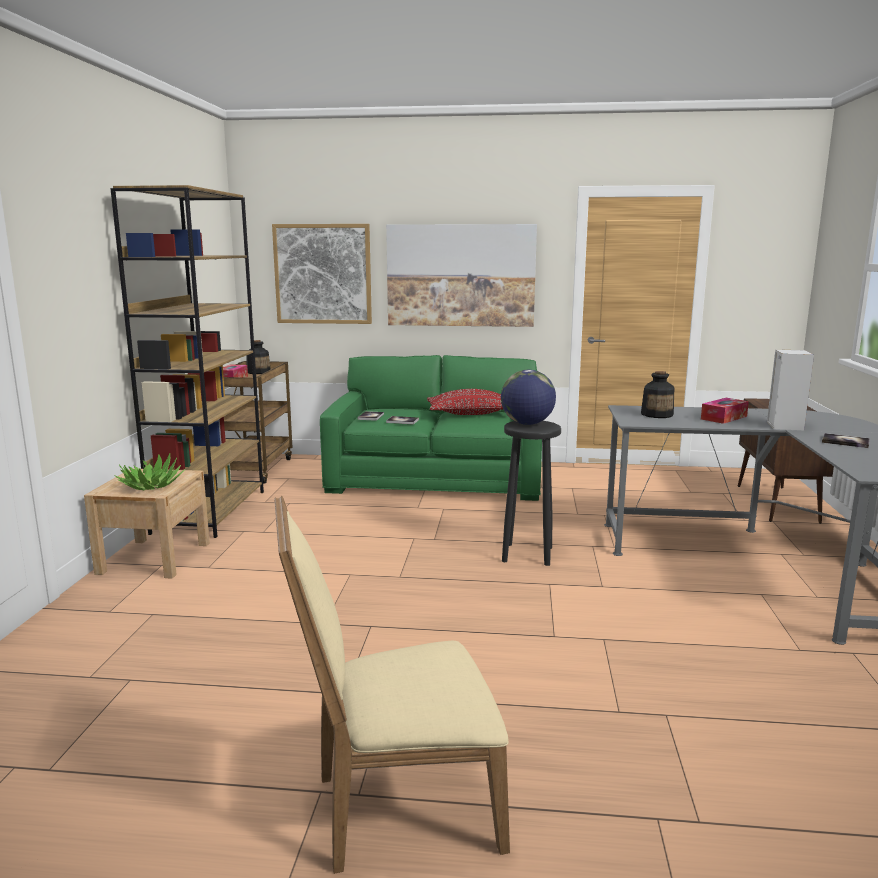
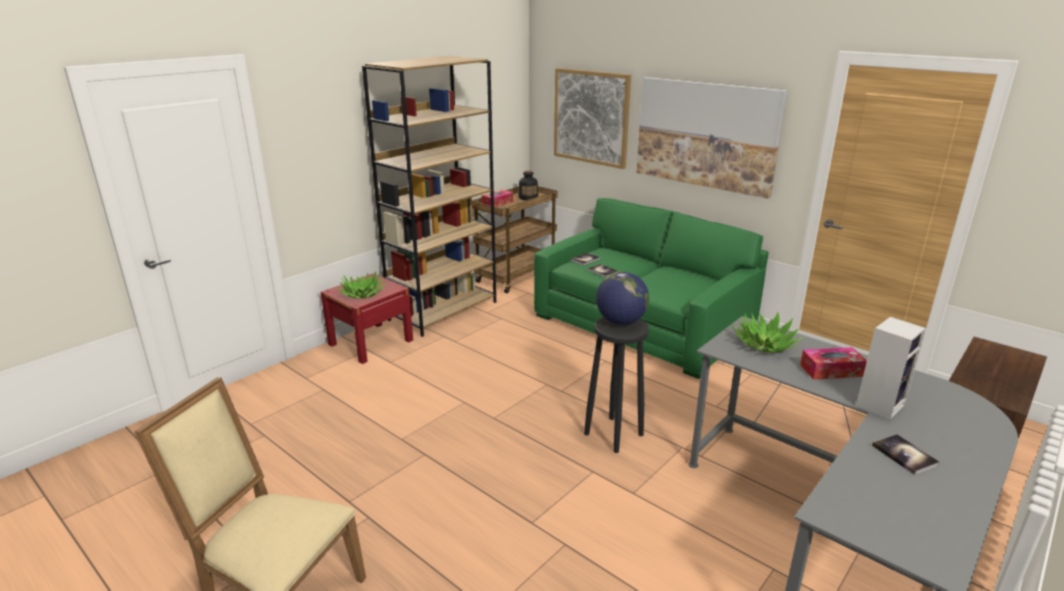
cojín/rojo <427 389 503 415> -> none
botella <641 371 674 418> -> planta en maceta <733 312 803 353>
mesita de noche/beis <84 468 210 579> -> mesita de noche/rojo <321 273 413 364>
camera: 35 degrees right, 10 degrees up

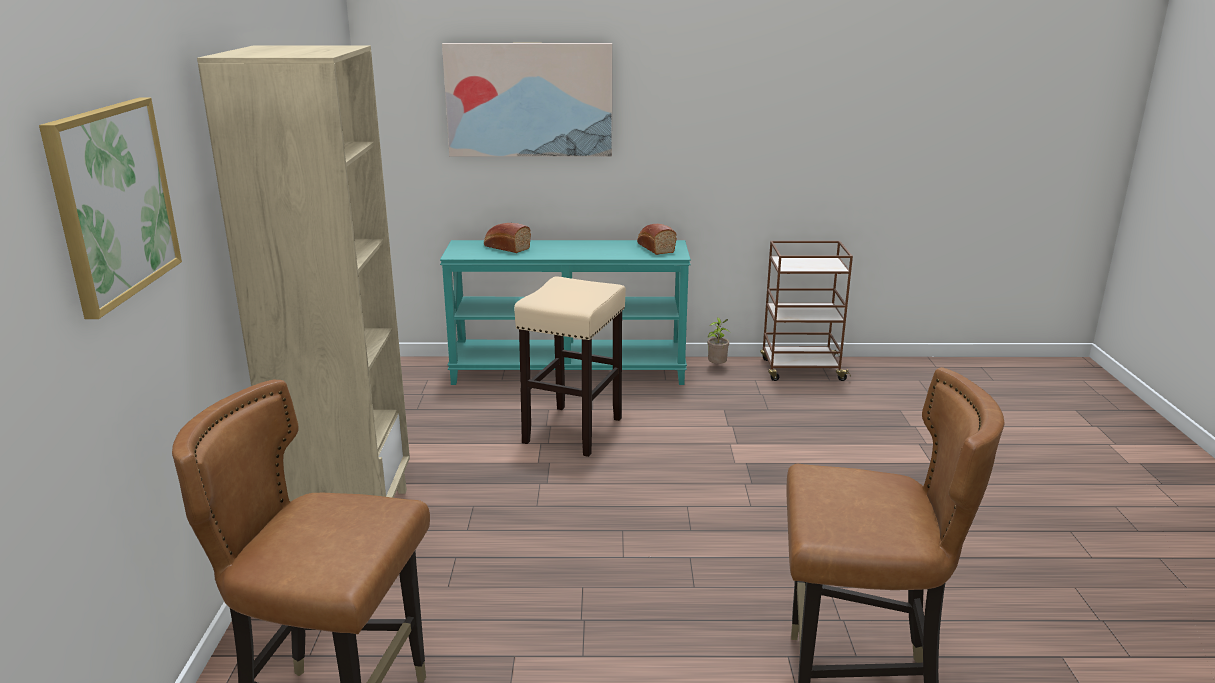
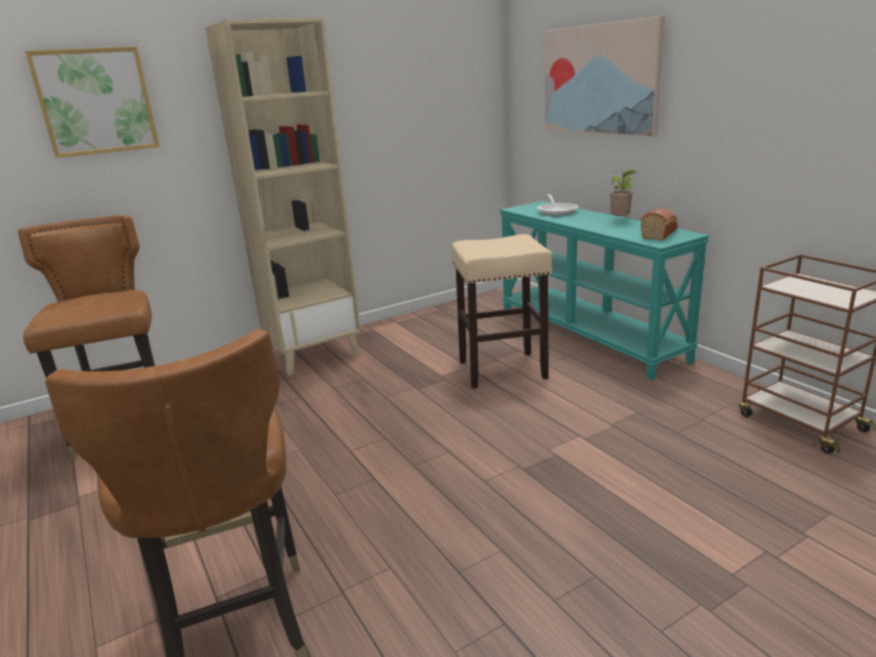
planta en maceta <708 317 730 364> -> planta en maceta <610 169 636 217>, move
pan <484 223 531 253> -> sartén <537 194 578 216>
camera: 60 degrees right, 0 degrees up

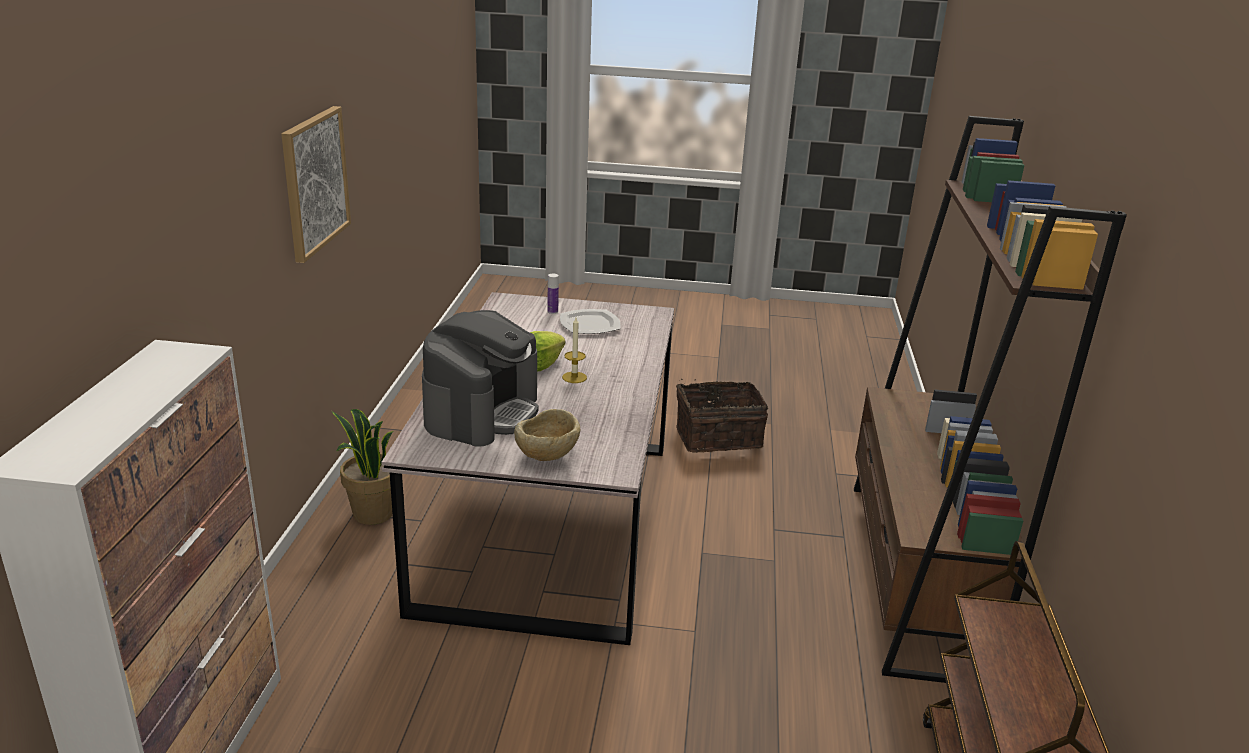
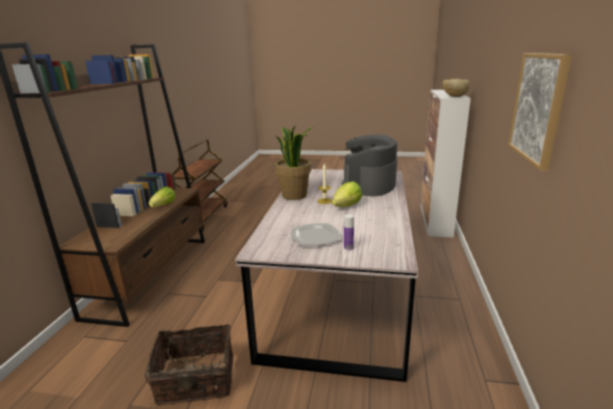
none -> lechuga <149 187 176 207>
planta en maceta <331 409 393 525> -> planta en maceta <275 125 314 200>, move
cuenco/beis <514 409 580 461> -> cuenco/beis <442 79 470 97>, move
camera: 175 degrees left, 5 degrees down

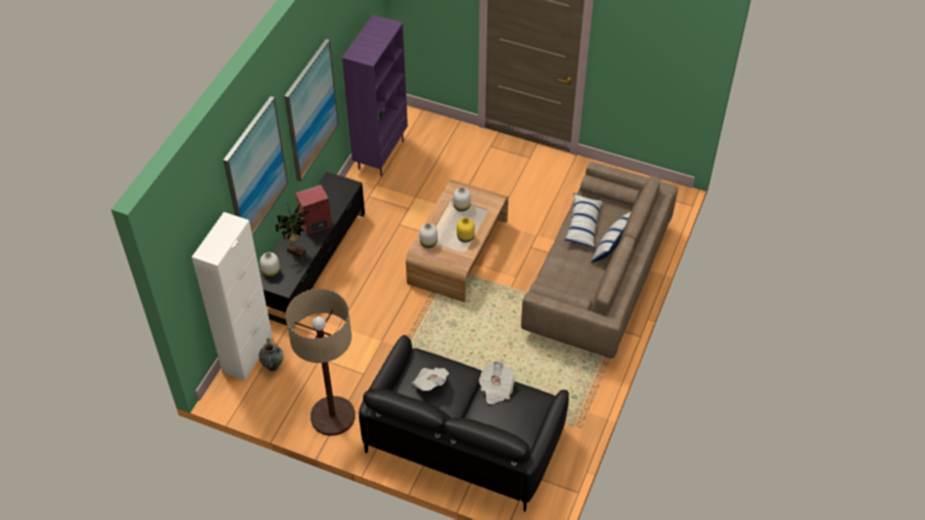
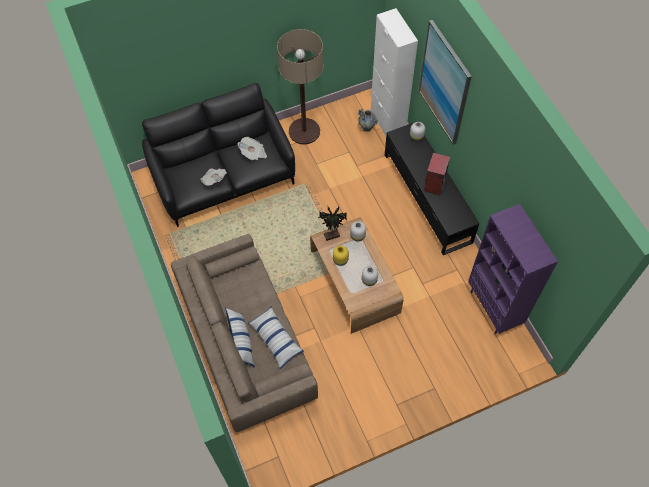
cuadro <284 39 339 181> -> none
planta en maceta <275 203 309 258> -> planta en maceta <318 206 347 241>, move
camera: 135 degrees right, 10 degrees up

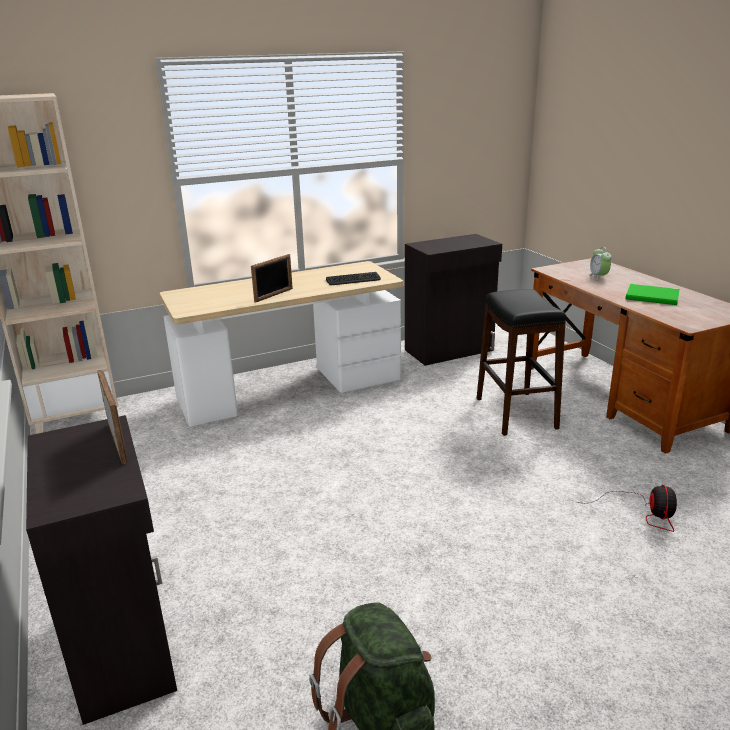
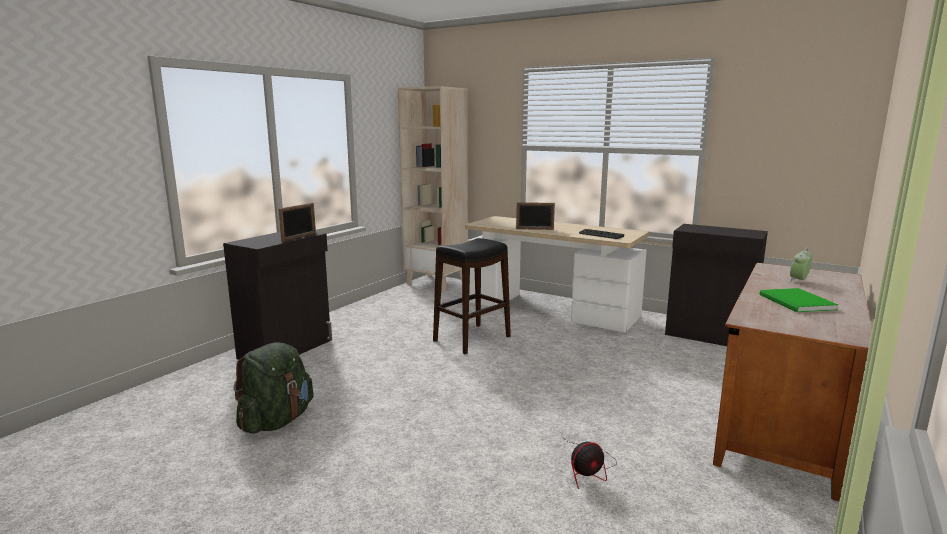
taburete/negro <477 289 566 436> -> taburete/negro <433 238 511 354>, move
camera: 55 degrees right, 10 degrees down

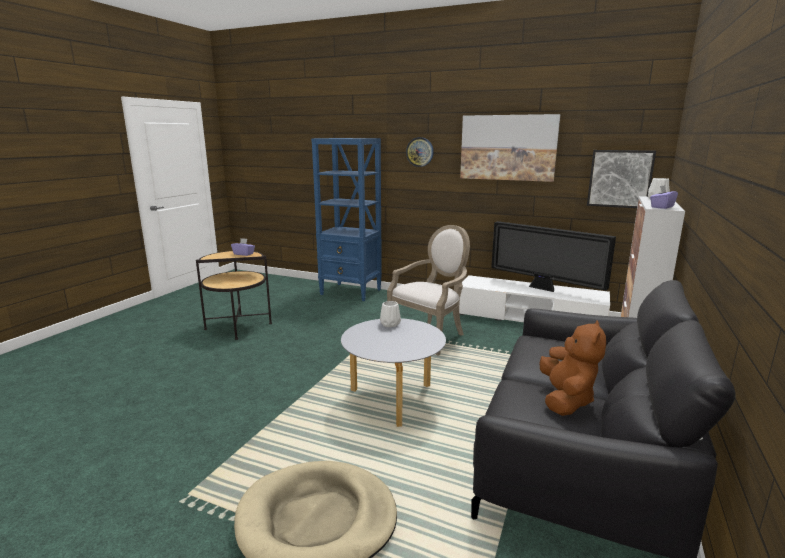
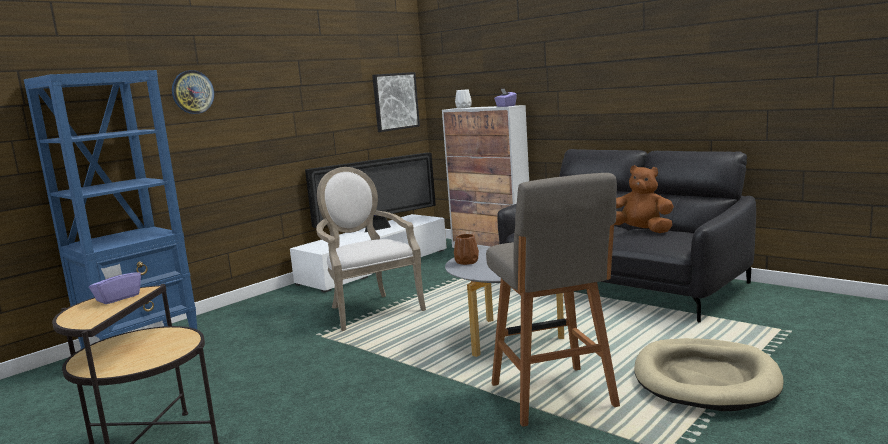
cuadro <460 114 560 182> -> none
none -> taburete/gris <486 173 620 427>
florero/blanco <380 301 401 327> -> florero/marrón <454 234 479 265>
camera: 70 degrees left, 5 degrees down

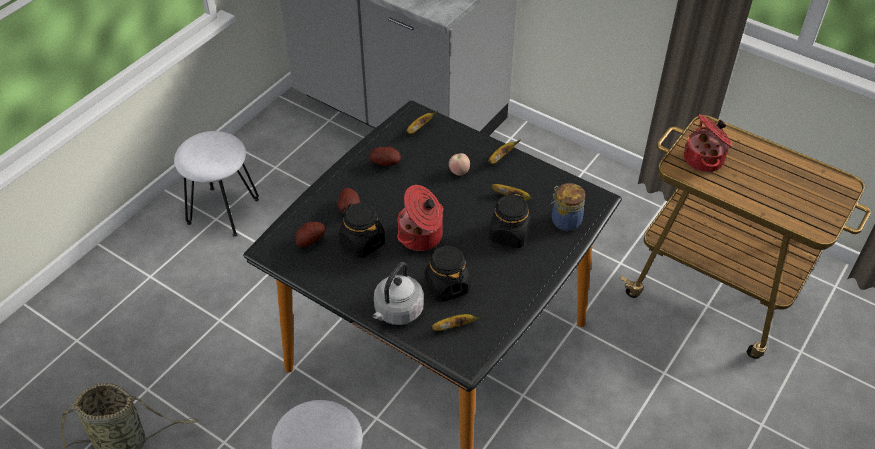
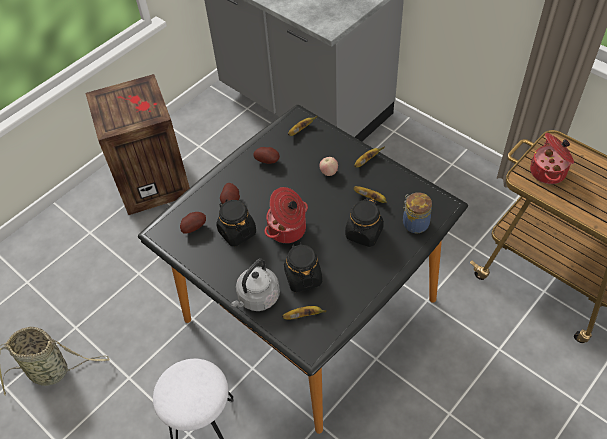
taburete/blanco <174 131 259 237> -> caja de embalaje <86 74 190 215>
camera: 10 degrees right, 5 degrees up

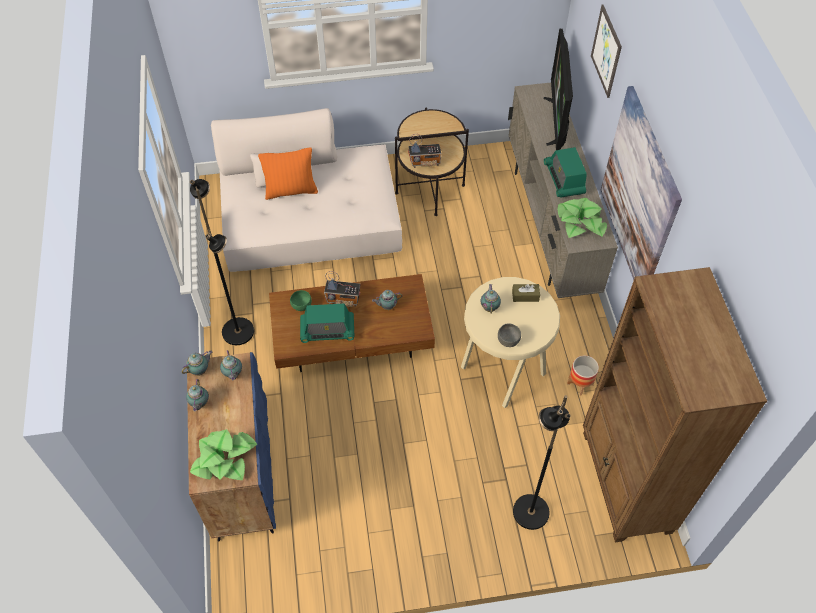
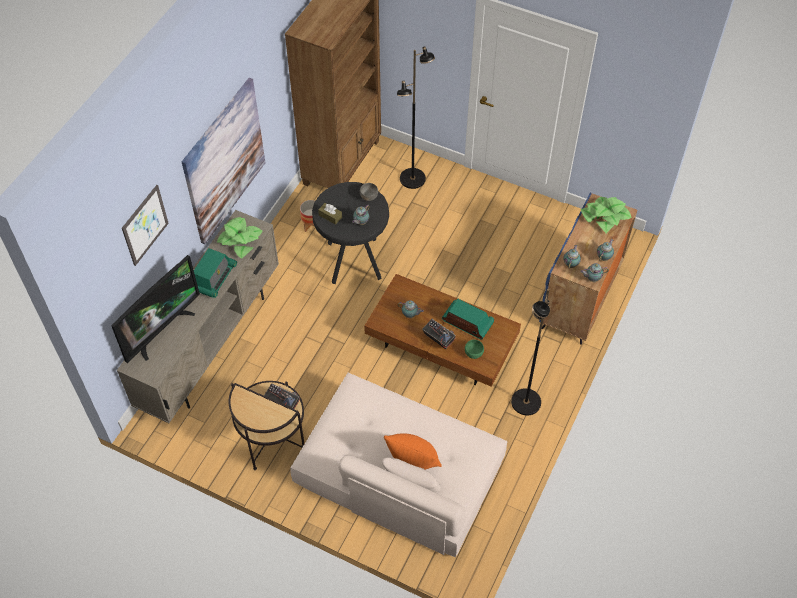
taburete/beis <461 277 560 408> -> taburete/negro <312 182 389 284>
camera: 145 degrees left, 0 degrees up

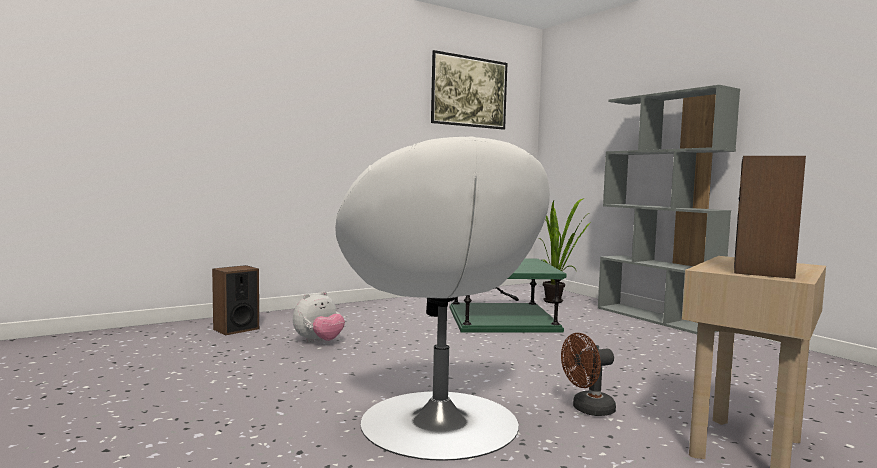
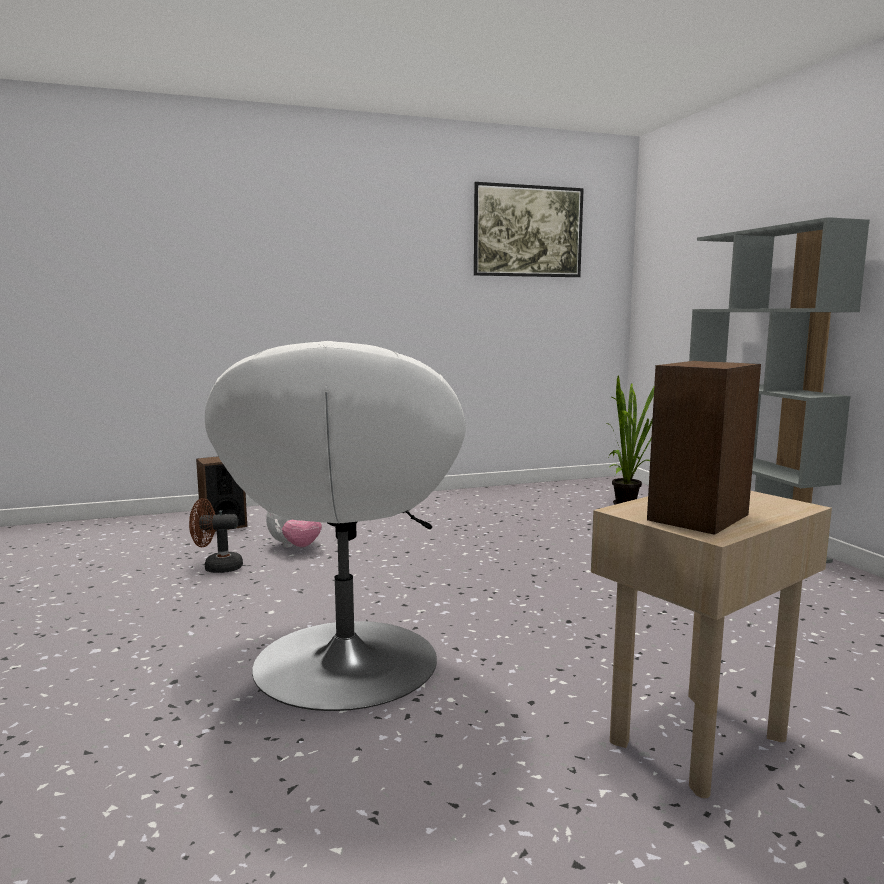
mesa auxiliar/verde <450 259 566 333> -> none
ventilador/marrón <561 333 616 416> -> ventilador/marrón <189 498 243 573>, move
camera: 15 degrees right, 5 degrees up

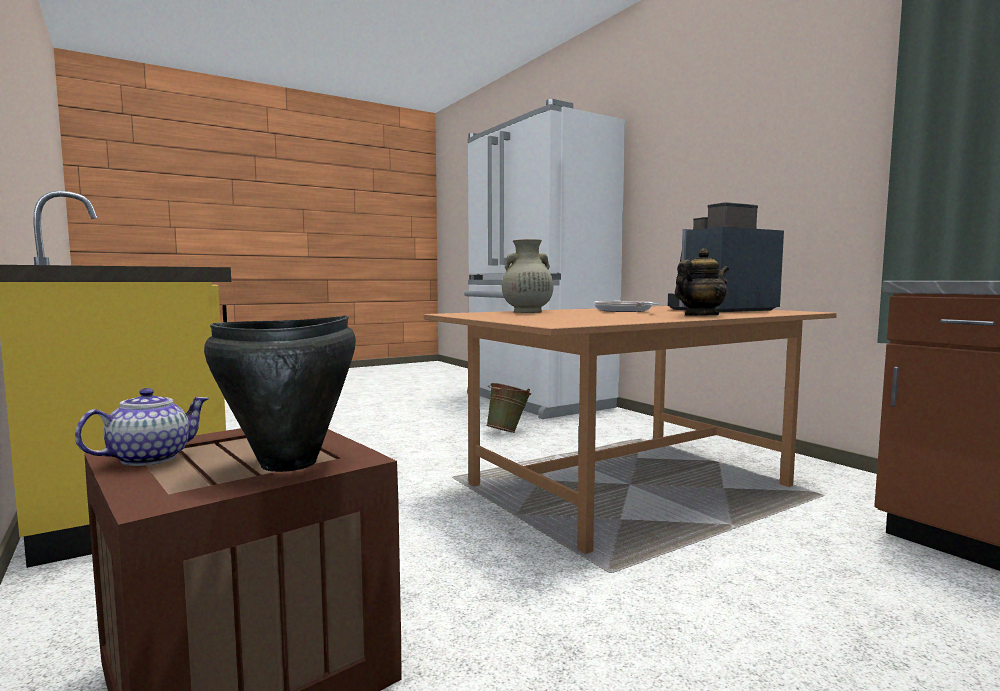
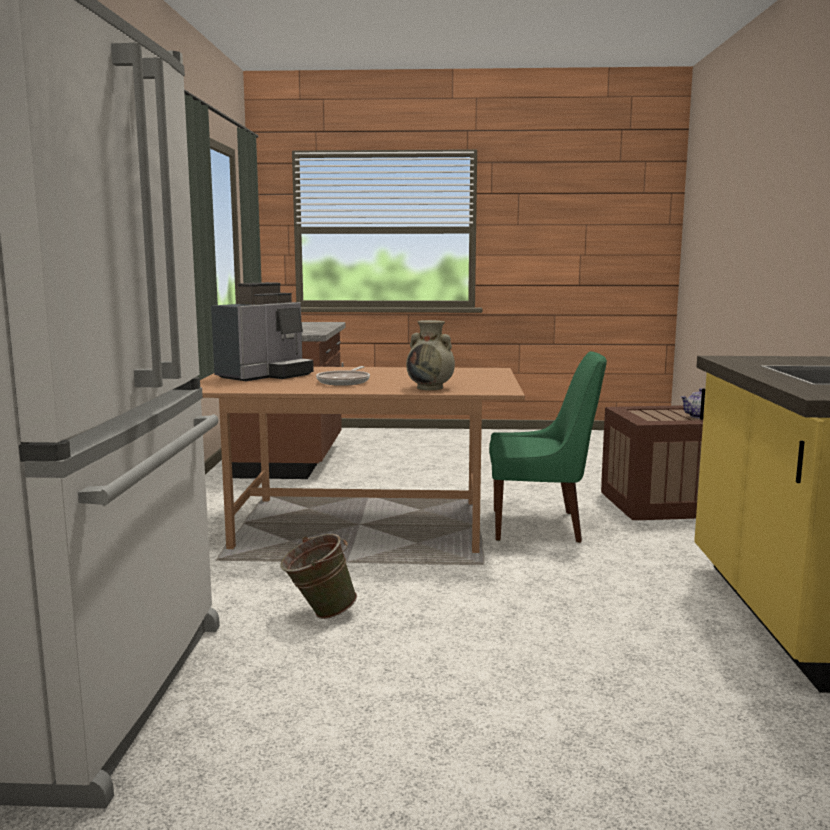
olla/negro <204 315 356 472> -> none
tetera <675 248 729 316> -> none
none -> silla/verde <489 351 607 543>
cafetera <668 202 784 312> -> cafetera <211 282 314 381>, 60 degrees counterclockwise
camera: 145 degrees left, 5 degrees up

